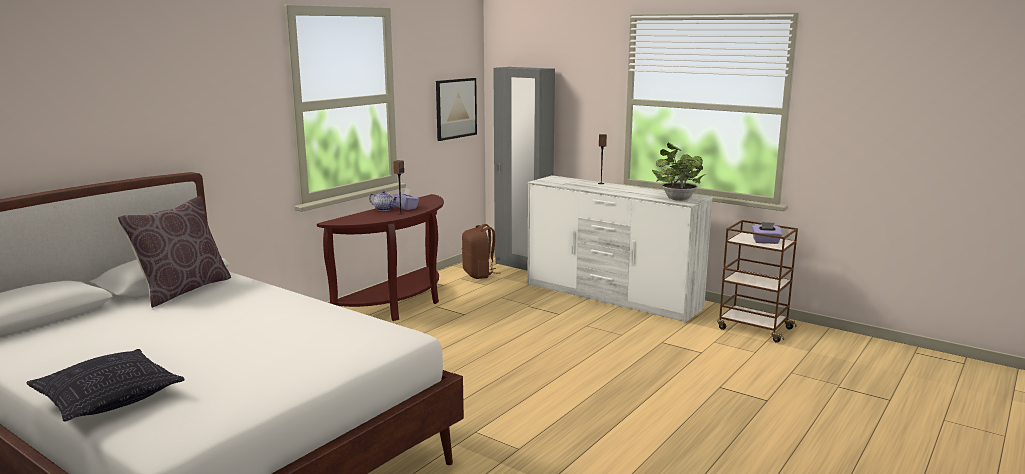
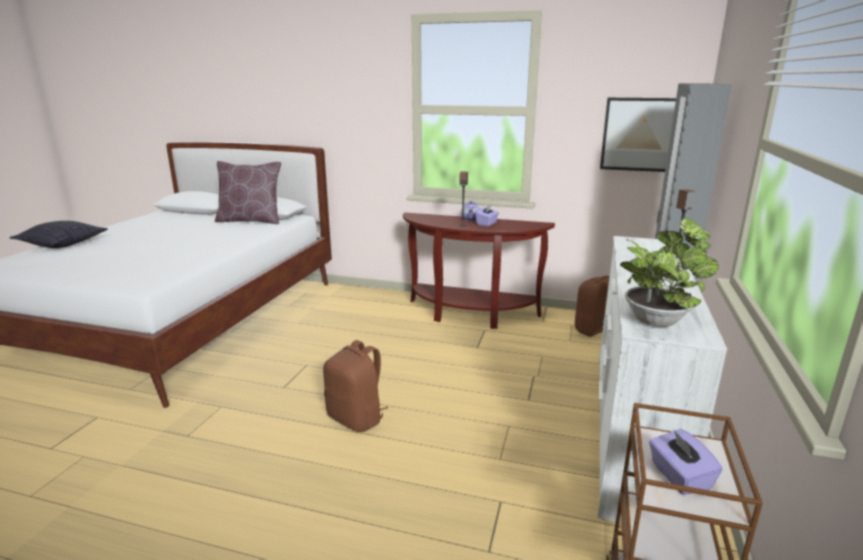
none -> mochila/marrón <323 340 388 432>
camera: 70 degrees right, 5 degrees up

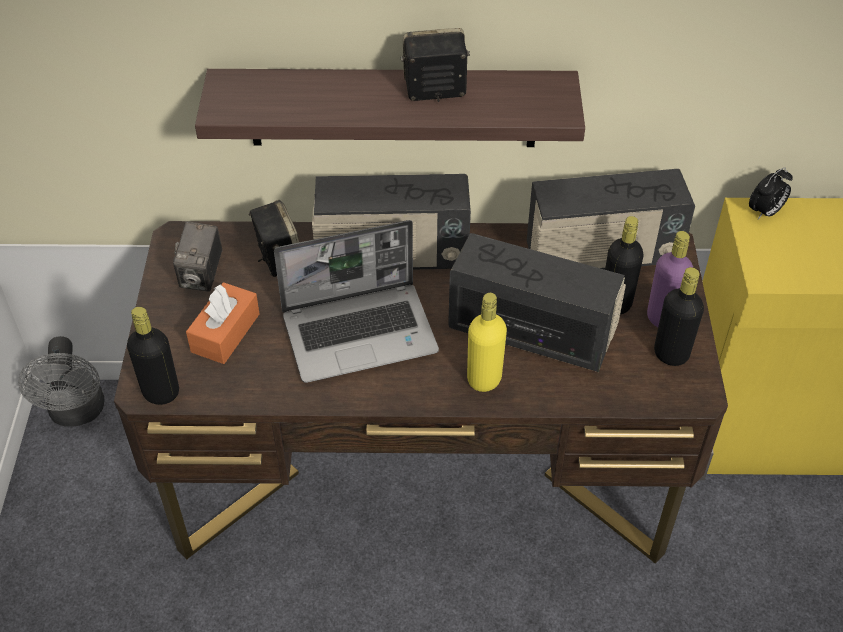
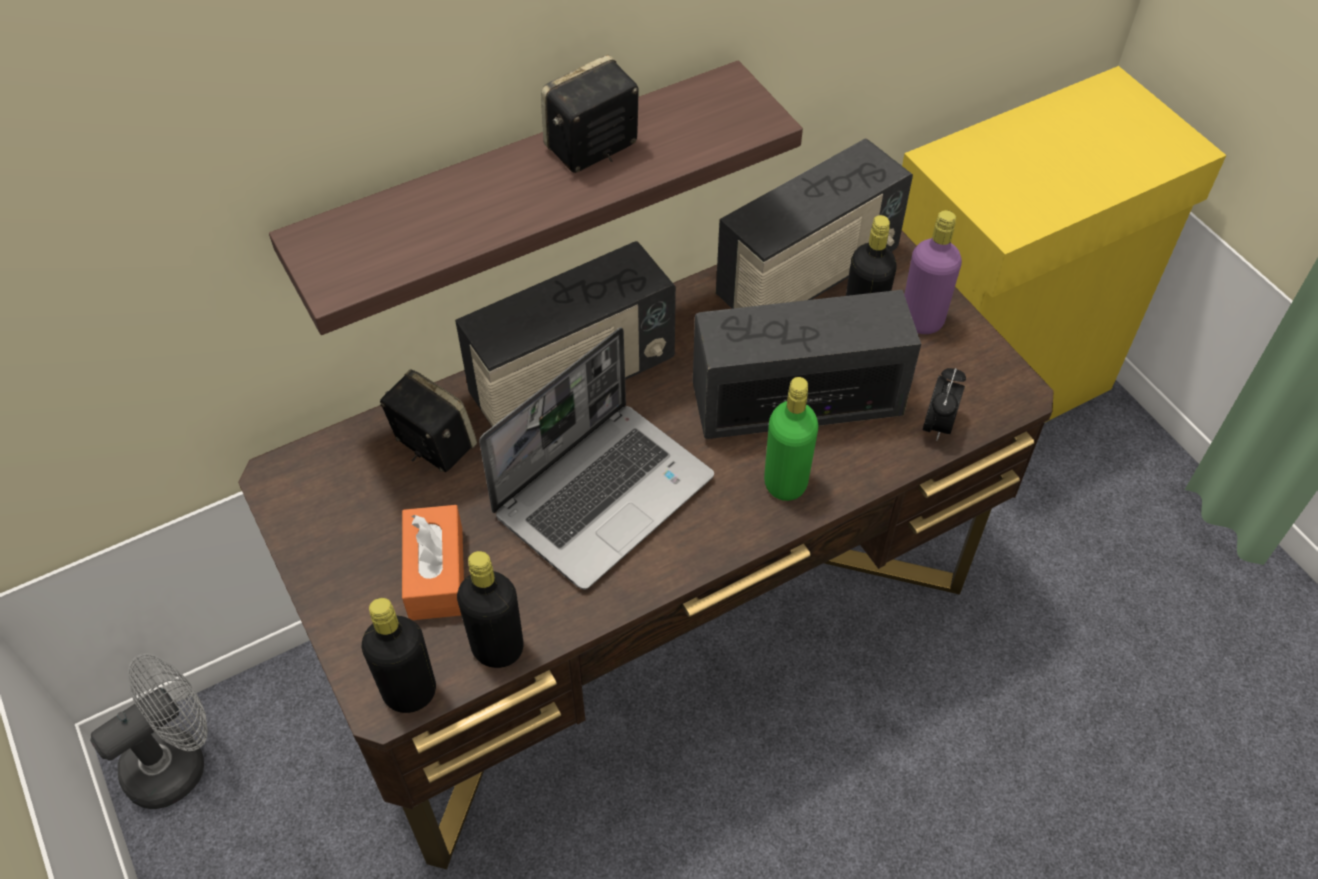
cámara <173 221 222 292> -> none
botella/negro <654 267 704 366> -> botella/negro <457 551 524 668>, move
despertador <749 167 793 219> -> despertador <923 368 966 441>, move
botella/amarillo <467 293 507 392> -> botella/verde <764 377 818 501>
ventilador/gris <18 336 105 427> -> ventilador/gris <90 654 208 809>, 90 degrees counterclockwise
camera: 30 degrees left, 5 degrees up

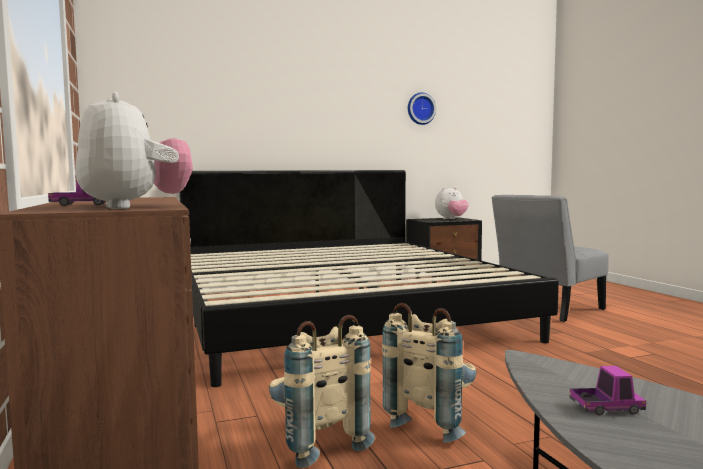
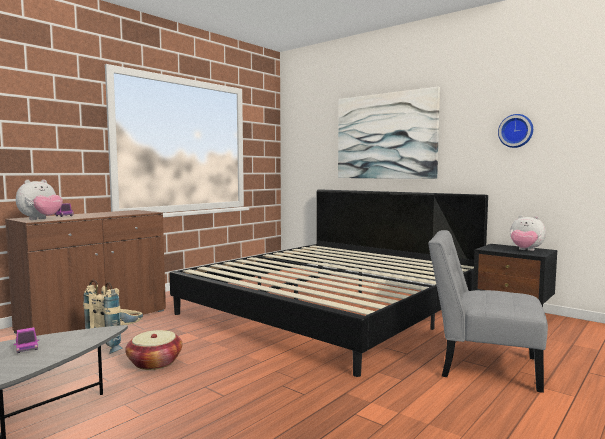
none -> cuadro <338 87 440 179>
mochila/beis <382 303 476 443> -> cesta <125 330 182 370>
camera: 60 degrees right, 0 degrees up

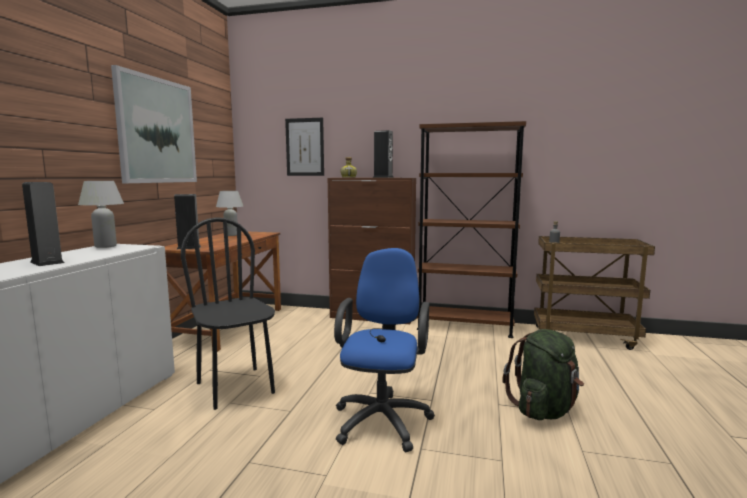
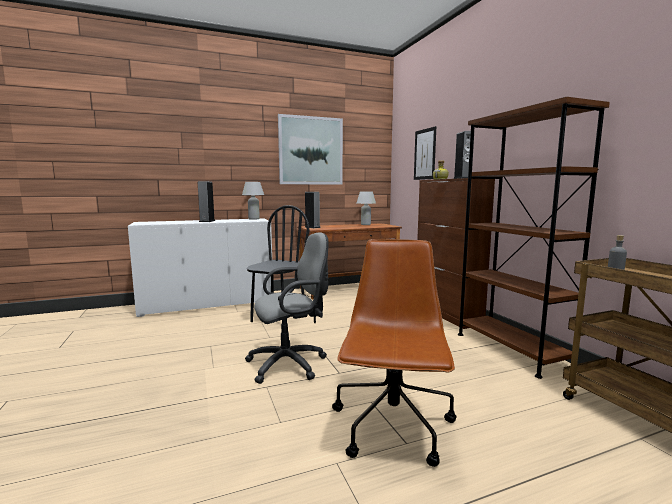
mochila/verde <503 329 584 420> -> silla de oficina/marrón <332 239 457 467>
silla de oficina/azul <334 248 435 452> -> silla de oficina/gris <245 232 329 384>
camera: 55 degrees right, 0 degrees up

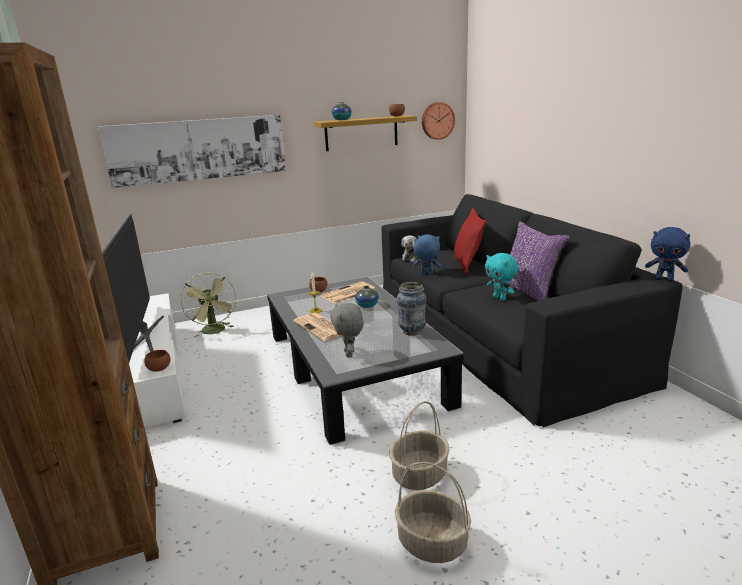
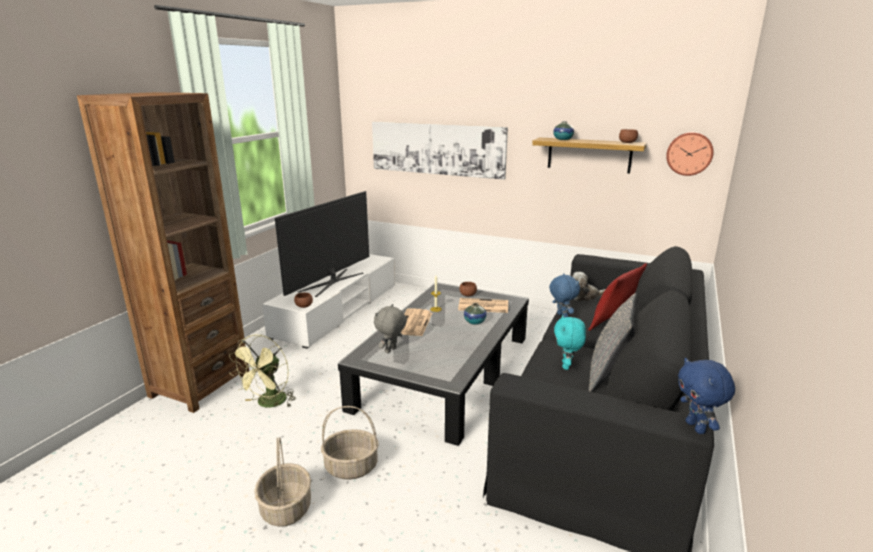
florero <396 282 427 336> -> none
ventilador/verde <180 272 237 337> -> ventilador/verde <229 335 296 408>, move
cojín/morado <508 222 570 301> -> cojín/gris <589 293 638 392>
camera: 45 degrees right, 0 degrees up

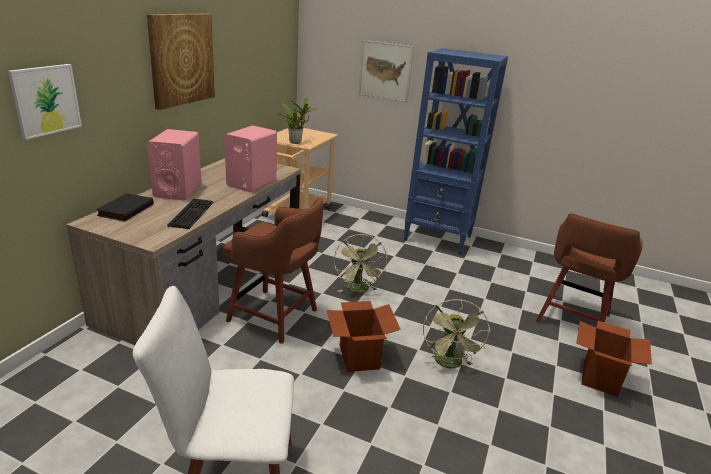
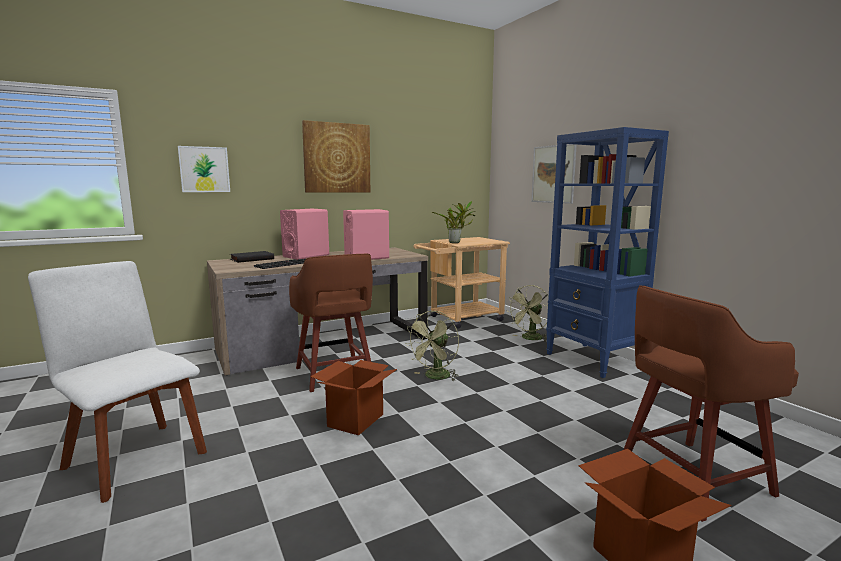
ventilador/verde <423 299 490 368> -> ventilador/verde <508 285 549 342>, move
camera: 40 degrees right, 15 degrees down

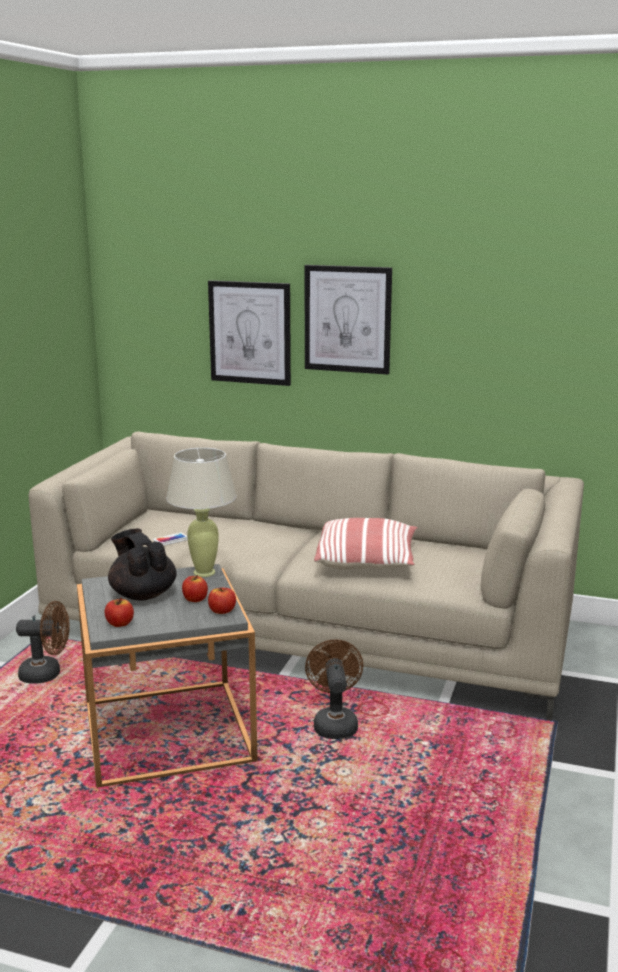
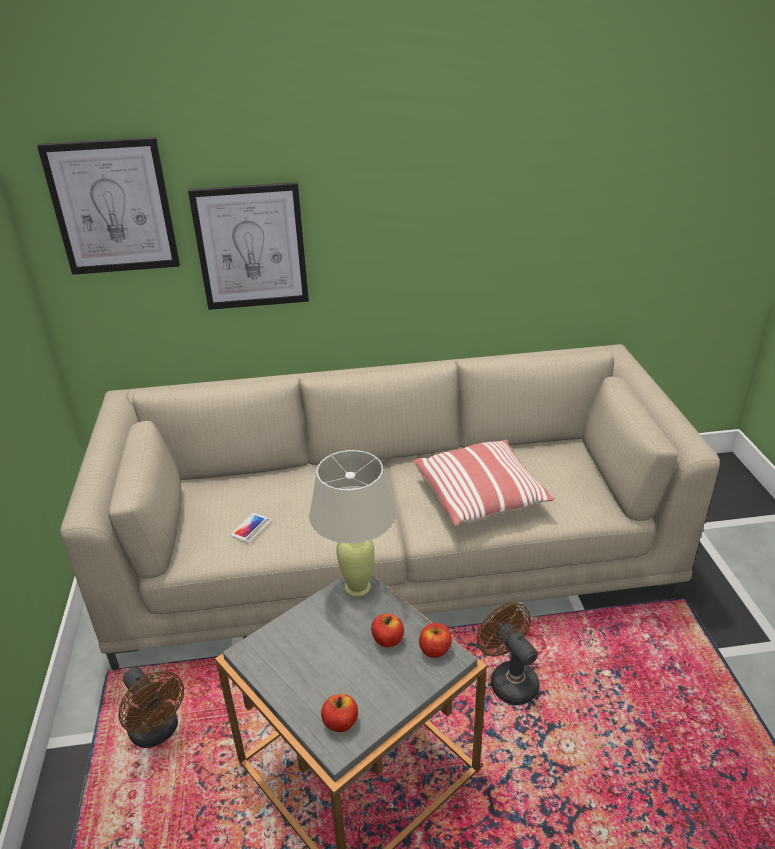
tetera/negro <108 529 177 601> -> none
cuadro <305 265 392 374> -> cuadro <37 137 180 275>, move
ventilador/marrón <16 601 70 684> -> ventilador/marrón <118 667 184 748>, 75 degrees clockwise
camera: 25 degrees left, 15 degrees up

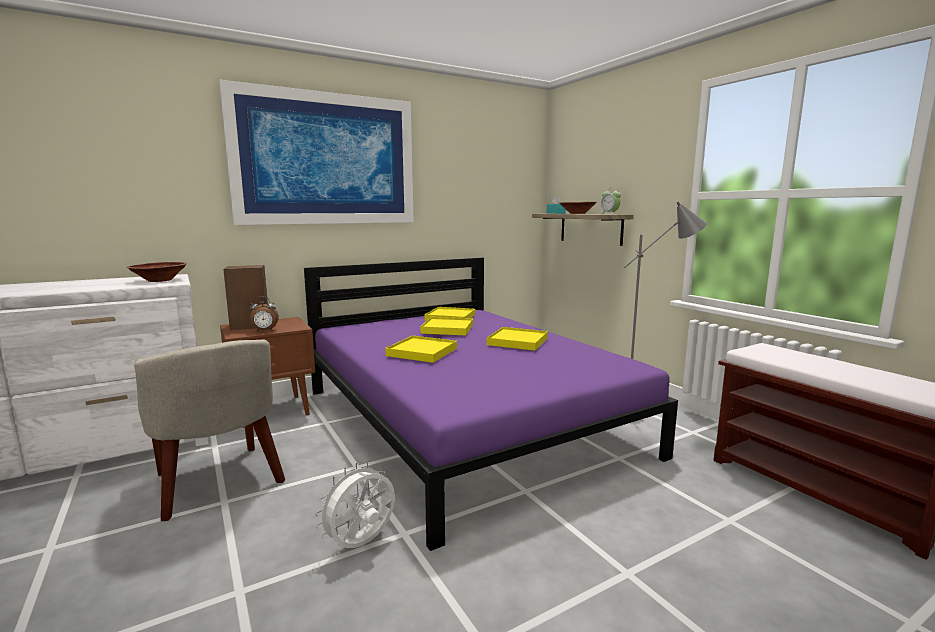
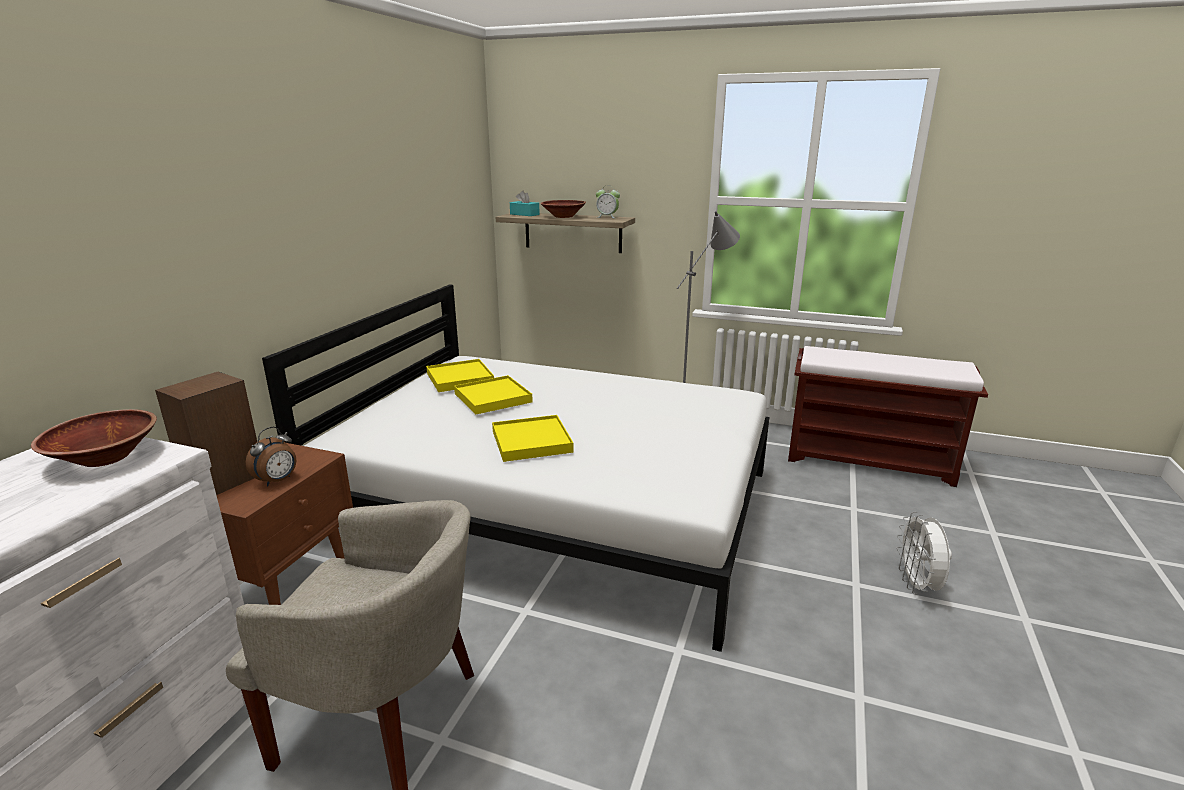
cuadro <219 80 414 225> -> none
bandeja/amarillo <487 327 548 351> -> none
ventilador/blanco <315 462 395 548> -> ventilador/blanco <896 512 952 594>, move
cama/morado <304 257 678 551> -> cama/blanco <262 284 769 652>
camera: 40 degrees left, 10 degrees up

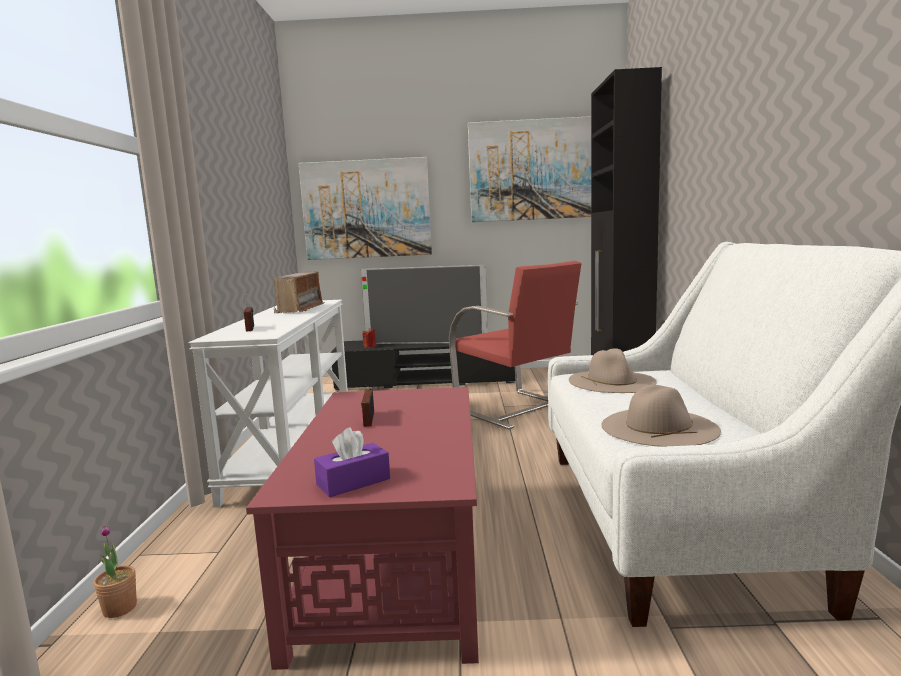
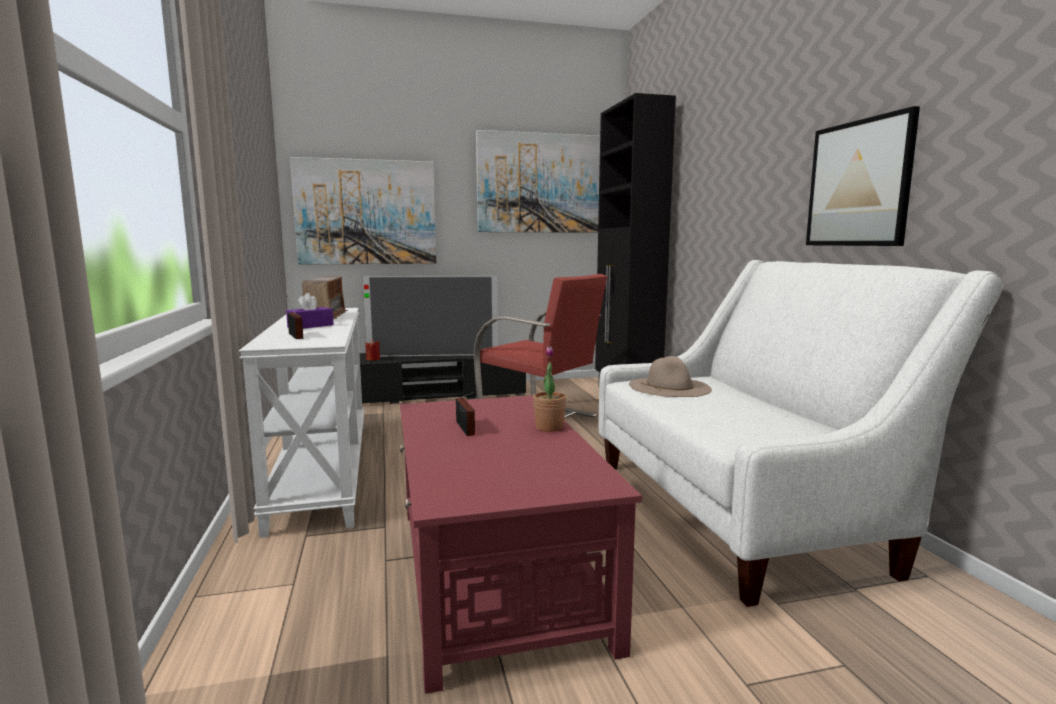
sombrero/beis <601 385 721 447> -> none
none -> cuadro <806 106 920 246>
planta en maceta <93 524 137 618> -> planta en maceta <533 346 566 432>, move
caja de pañuelos/morado <314 427 390 497> -> caja de pañuelos/morado <286 293 334 329>, move
camera: 15 degrees left, 0 degrees up

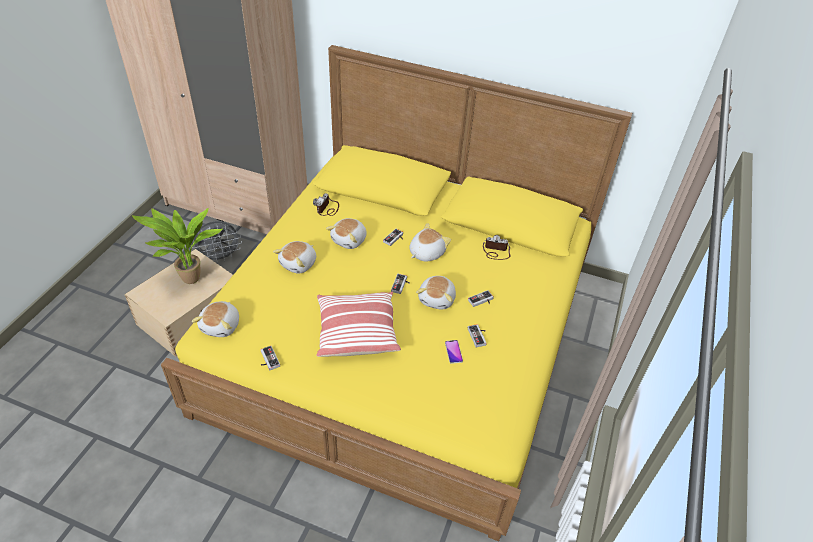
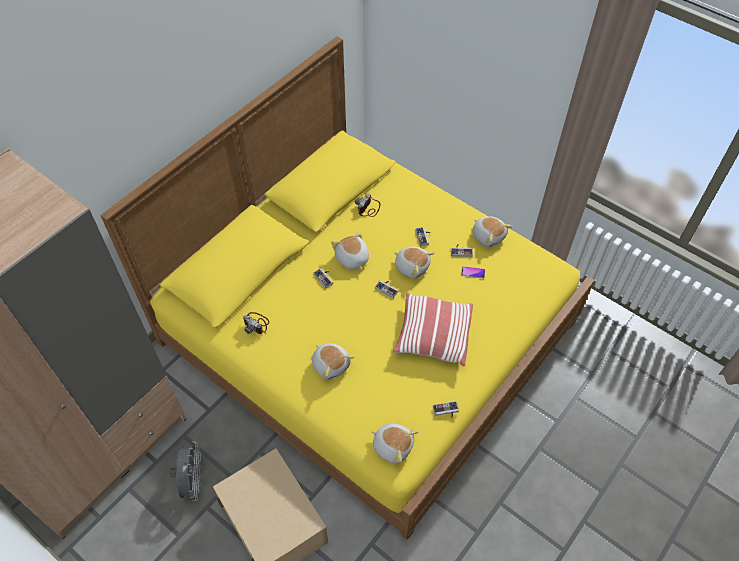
planta en maceta <132 208 222 284> -> none
peluche <326 218 367 249> -> peluche <473 216 513 247>, move
camera: 70 degrees left, 10 degrees up

